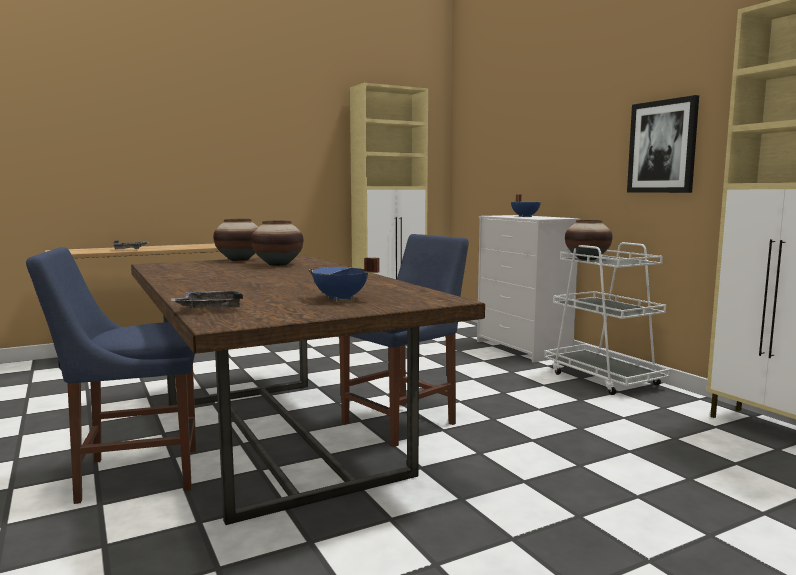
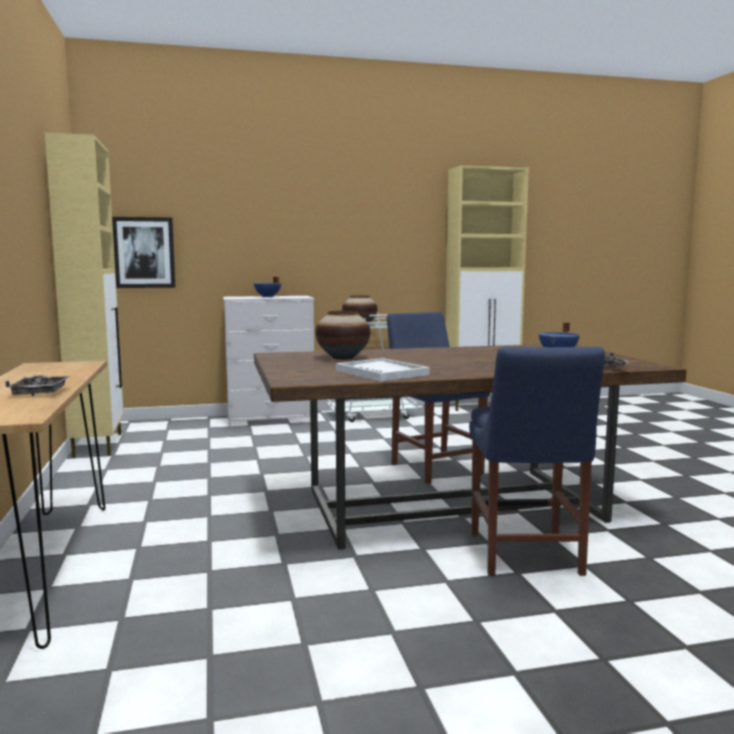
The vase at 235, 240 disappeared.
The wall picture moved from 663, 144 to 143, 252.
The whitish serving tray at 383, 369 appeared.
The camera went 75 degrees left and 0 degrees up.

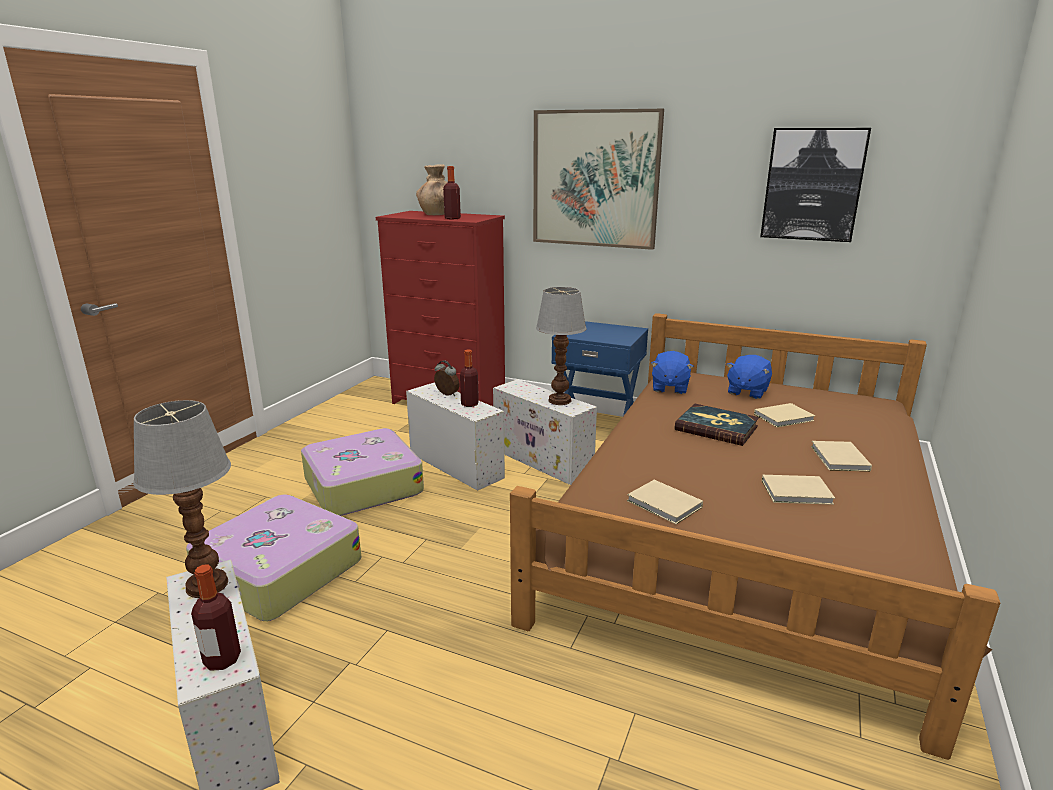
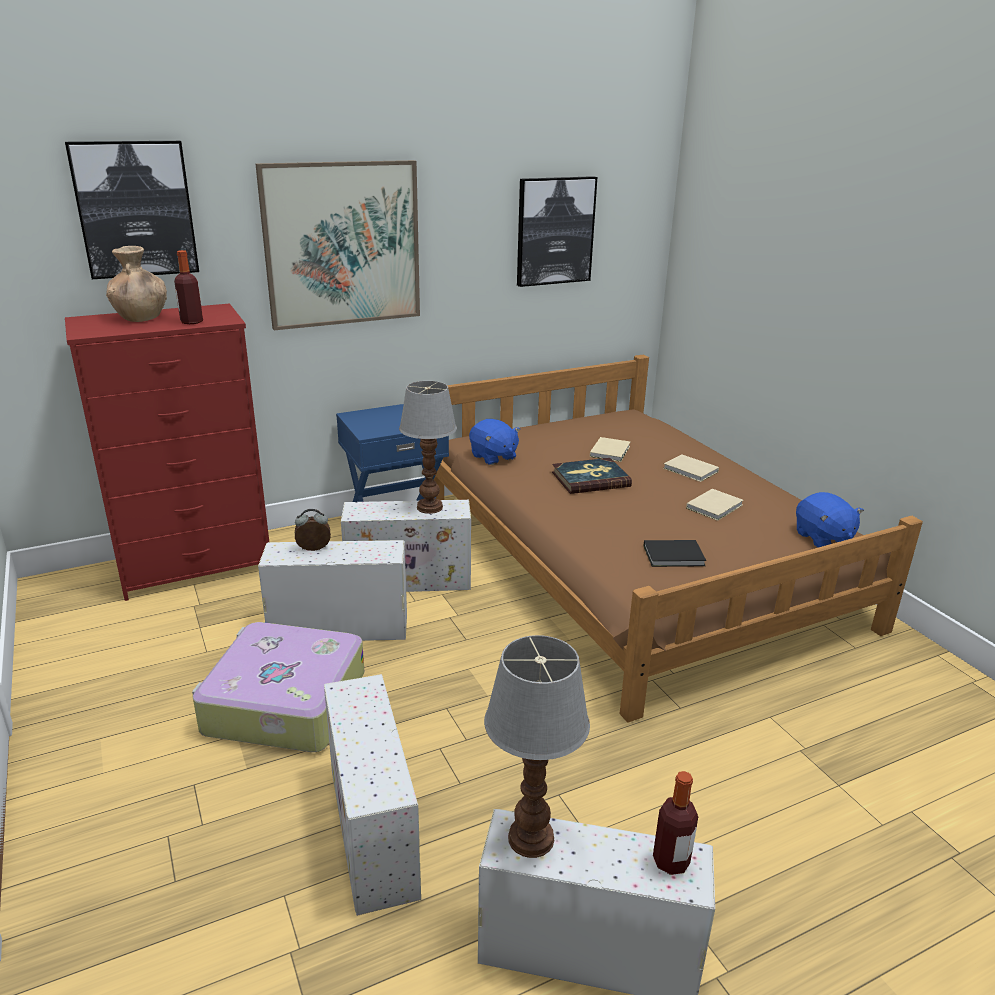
The piece of luggage at 273, 557 was replaced by the whitish storage box at 372, 795.
The beverage bottle at 469, 378 disappeared.
The beige bound book at 665, 502 became the black-coloured bound book at 675, 553.
The blue-coloured plush toy moved from 749, 377 to 830, 520.
The wall picture at 132, 210 appeared.
The camera went 50 degrees left and 5 degrees up.

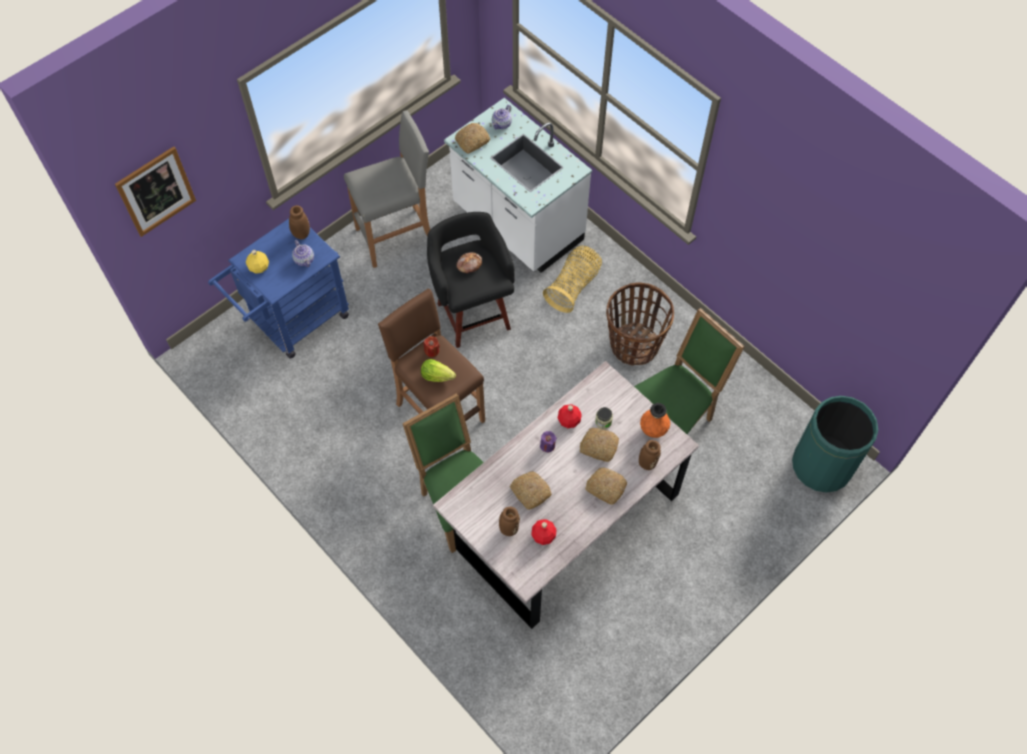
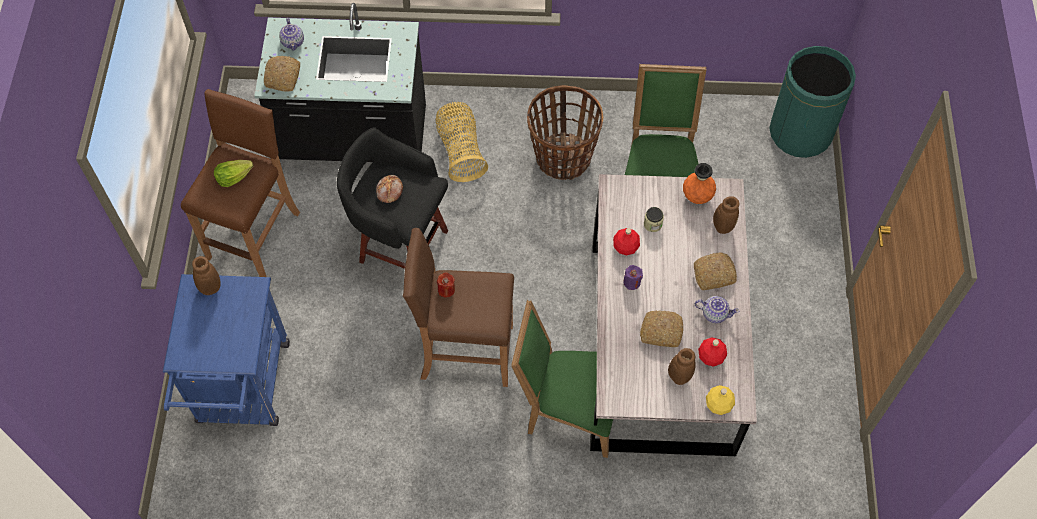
The wall picture at 155, 191 disappeared.
The yellow-coloured beverage bottle moved from 257, 262 to 720, 400.
The pot for tea moved from 303, 253 to 717, 309.
The greyish sitting stool at 387, 189 became the brown sitting stool at 240, 183.
The head of lettuce moved from 438, 370 to 233, 173.
The whitish kitchen base unit at 518, 185 became the black-coloured kitchen base unit at 340, 82.
The bread at 599, 445 disappeared.
The camera went 45 degrees left and 0 degrees up.

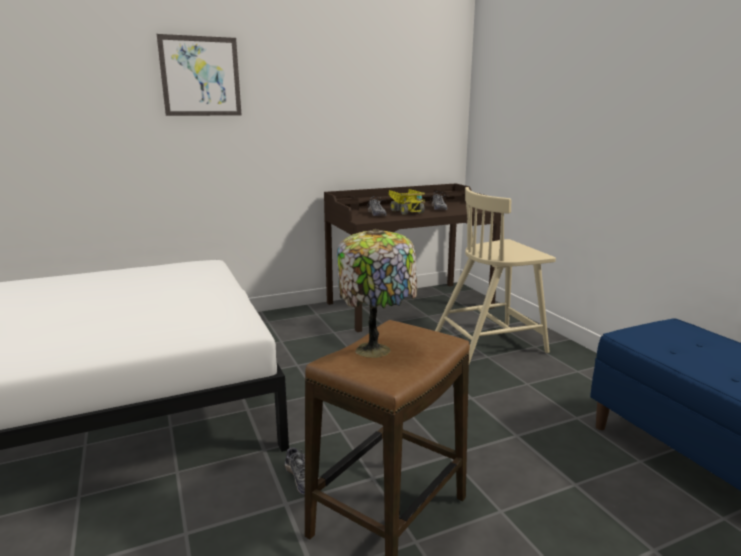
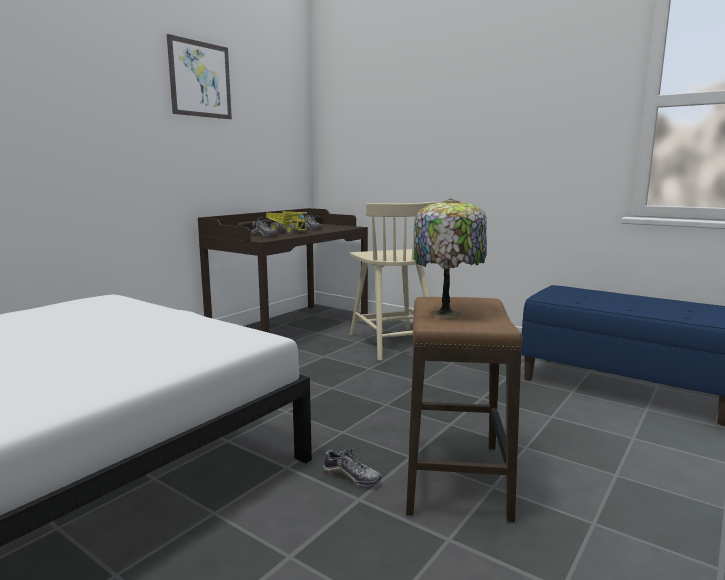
The wall picture moved from 199, 75 to 199, 76.
The beige upright chair at 495, 275 turned 60 degrees counterclockwise.
The camera went 30 degrees left and 5 degrees down.

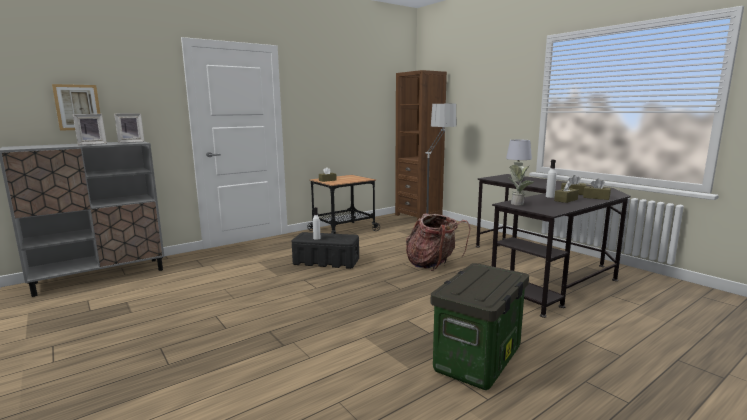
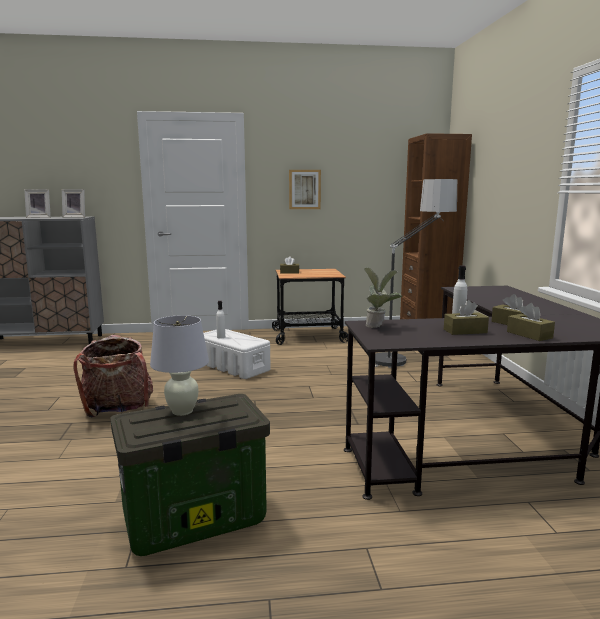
The wall picture moved from 76, 107 to 305, 189.
The black-coloured storage box at 325, 250 became the whitish storage box at 237, 354.
The knapsack moved from 438, 242 to 113, 376.
The whitish lamp for a table moved from 519, 161 to 179, 365.
The camera went 30 degrees right and 0 degrees up.

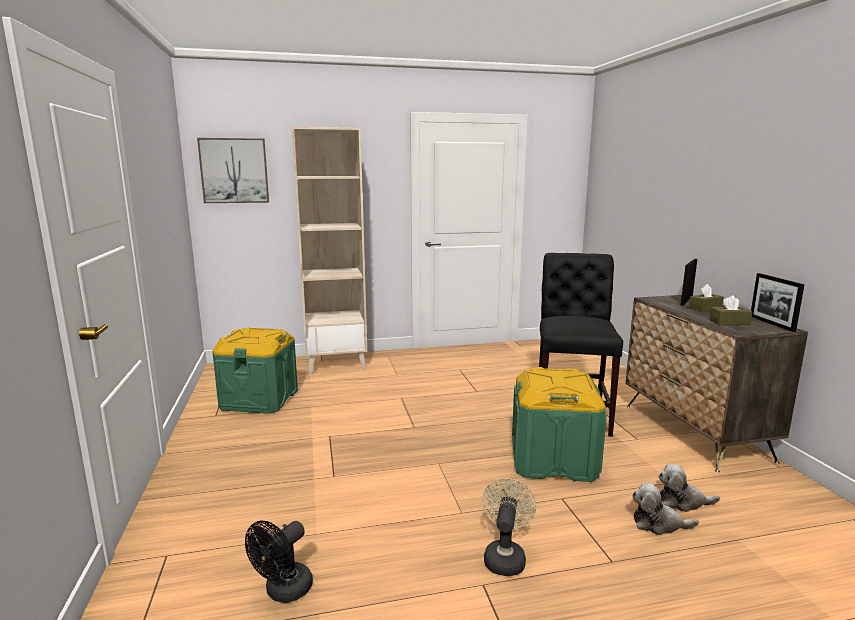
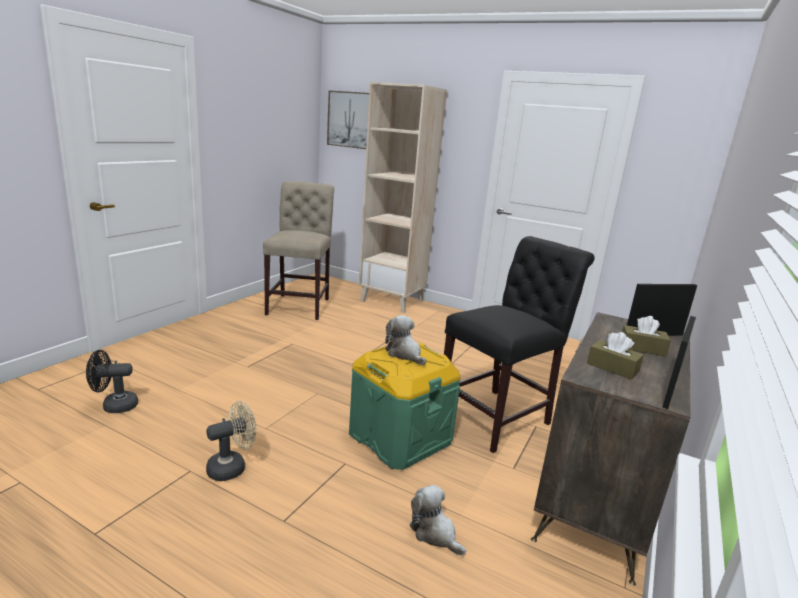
The greenish storage box at 255, 371 was replaced by the beige upright chair at 298, 250.
The plush toy moved from 665, 508 to 405, 340.
The camera went 40 degrees right and 5 degrees up.

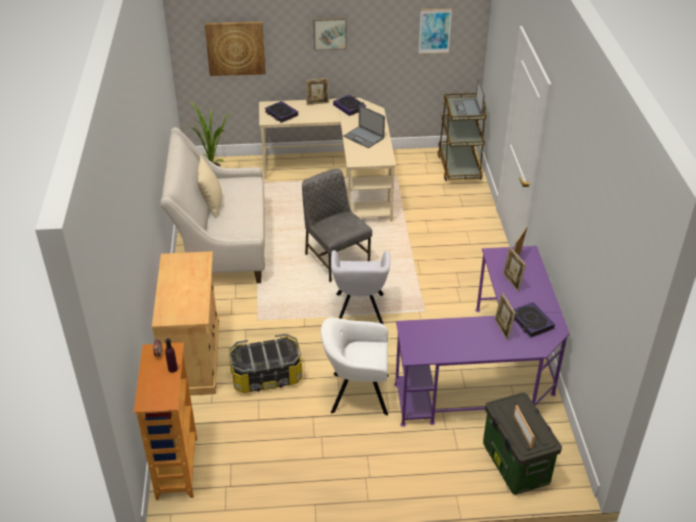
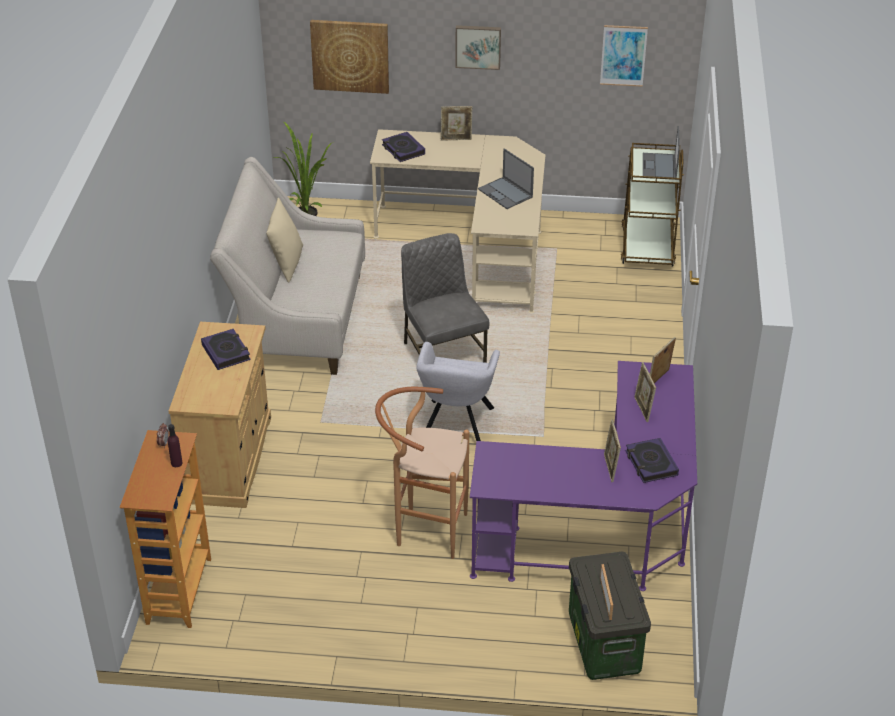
The storage box at 266, 363 disappeared.
The whitish easy chair at 355, 366 was replaced by the brown sitting stool at 422, 473.
The bound book moved from 349, 105 to 226, 349.
The camera went 10 degrees right and 0 degrees up.

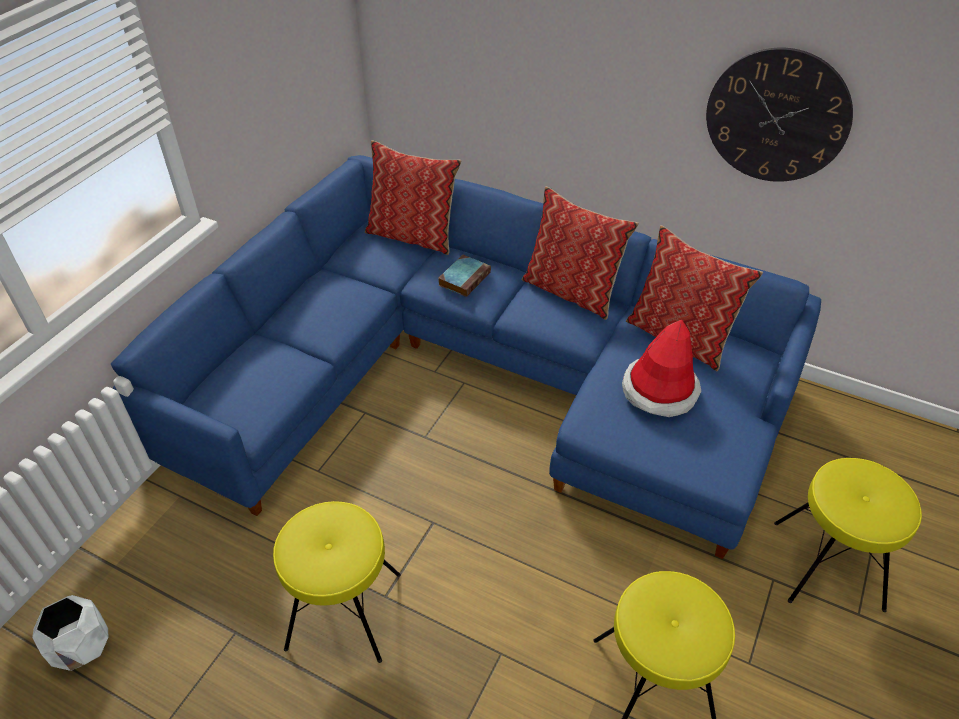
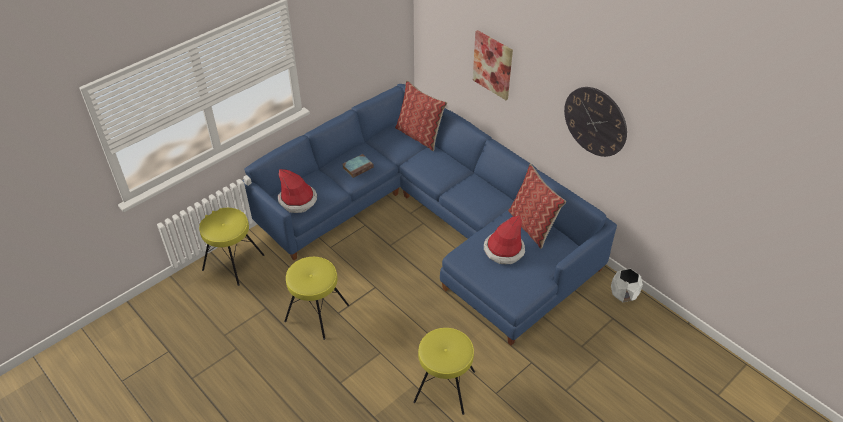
The whitish flower pot moved from 70, 633 to 627, 285.
The bound book moved from 464, 276 to 358, 166.
The cushion at 580, 253 disappeared.
The yellow-coloured sitting stool moved from 848, 535 to 232, 247.
The clothing hat at 297, 191 appeared.
The wall picture at 493, 65 appeared.
The camera went 20 degrees right and 0 degrees up.

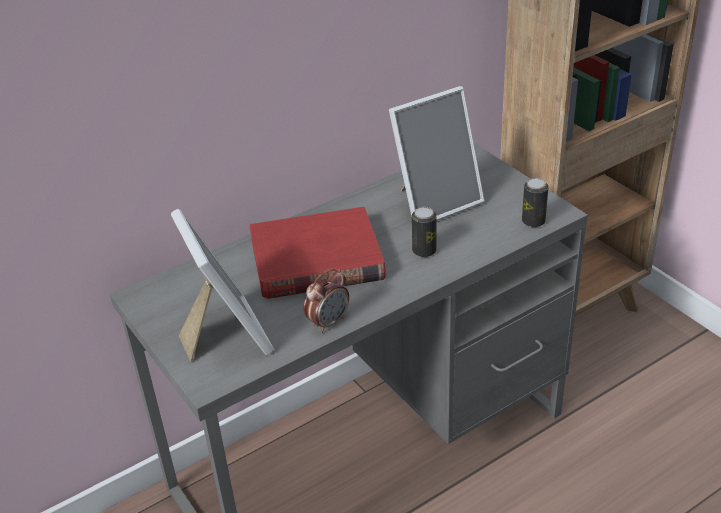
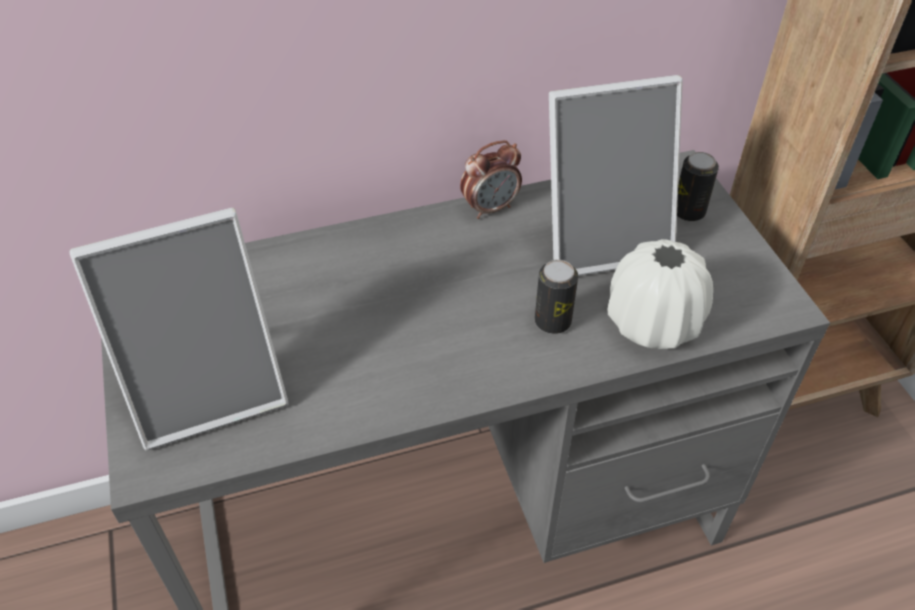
The photo frame at 222, 285 turned 75 degrees clockwise.
The red bound book at 317, 253 disappeared.
The alarm clock moved from 326, 300 to 491, 179.
The metal can moved from 535, 202 to 698, 186.
The whitish vase at 660, 294 appeared.
The camera went 15 degrees right and 10 degrees up.

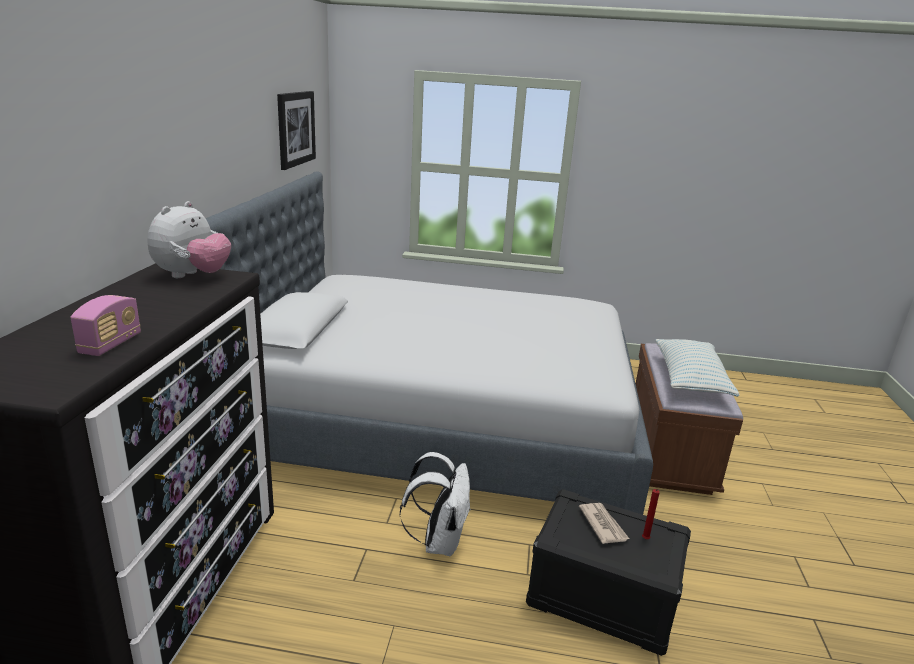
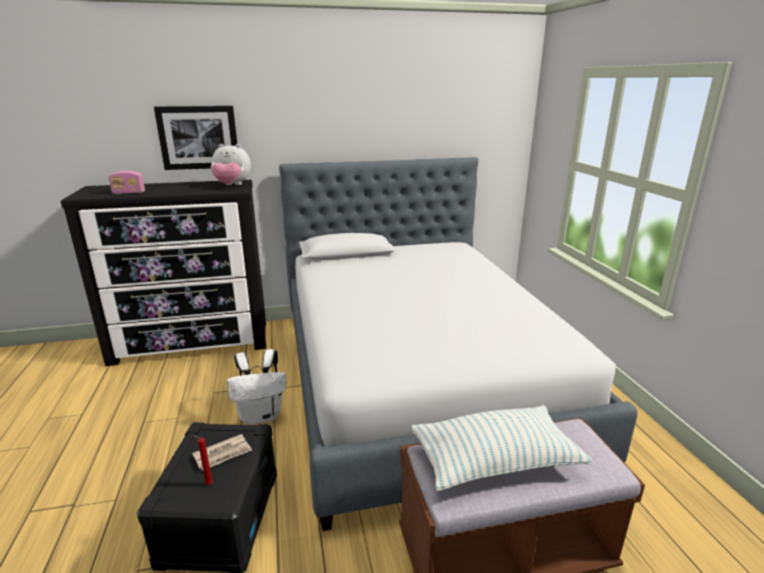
The wall picture moved from 296, 130 to 195, 138.
The camera went 70 degrees right and 0 degrees up.

